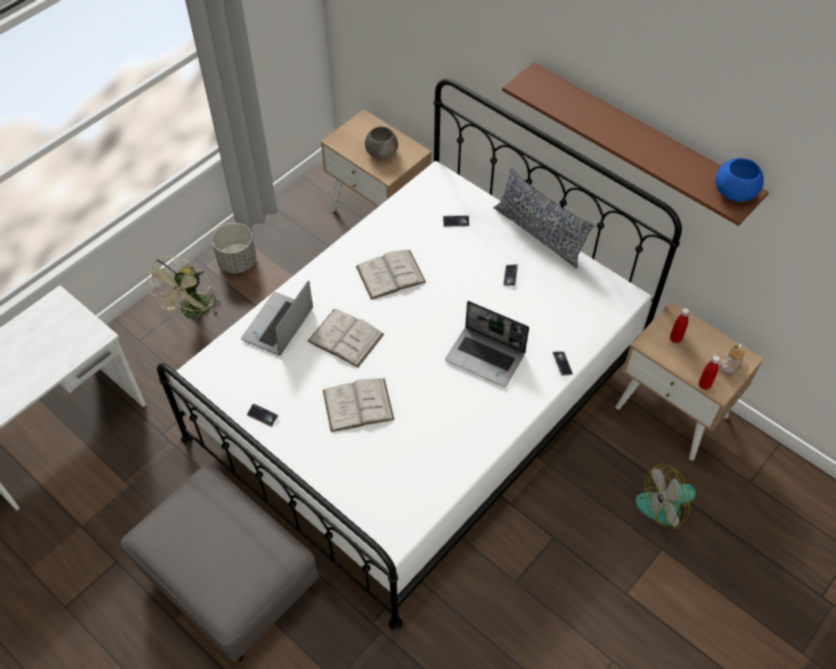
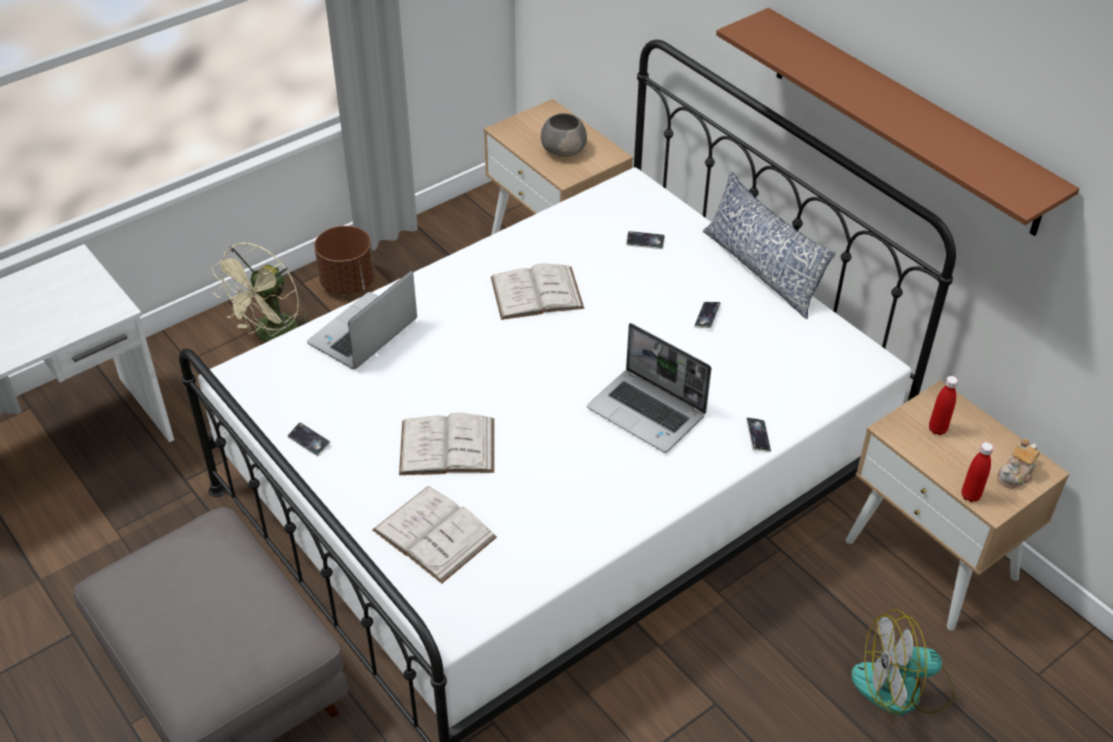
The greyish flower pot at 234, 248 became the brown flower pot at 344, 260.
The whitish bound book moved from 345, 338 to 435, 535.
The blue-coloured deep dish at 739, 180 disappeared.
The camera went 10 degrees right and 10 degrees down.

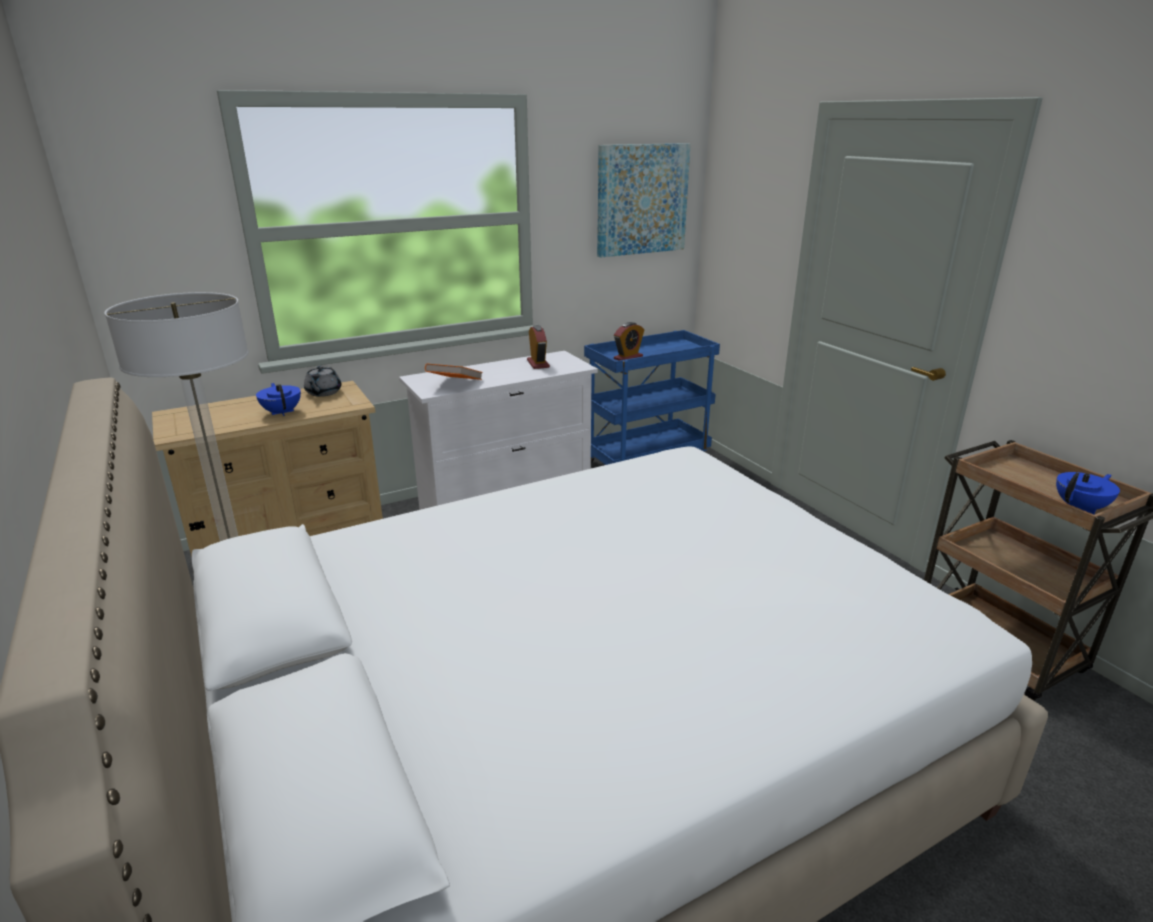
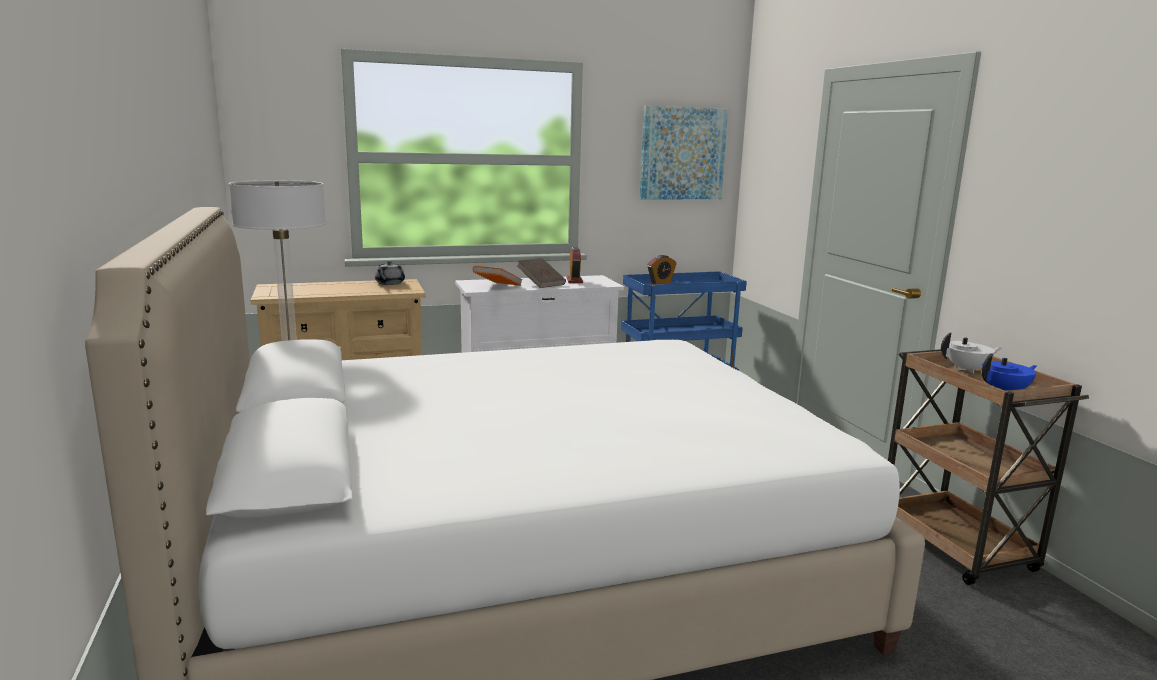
The blue-coloured pot for tea at 278, 399 disappeared.
The brown bound book at 541, 273 appeared.
The whitish pot for tea at 971, 352 appeared.
The camera went 10 degrees right and 10 degrees down.

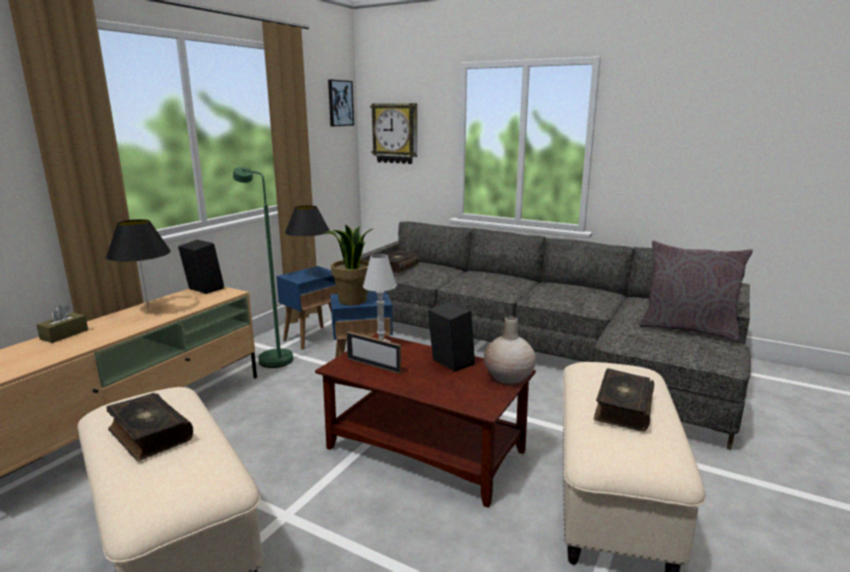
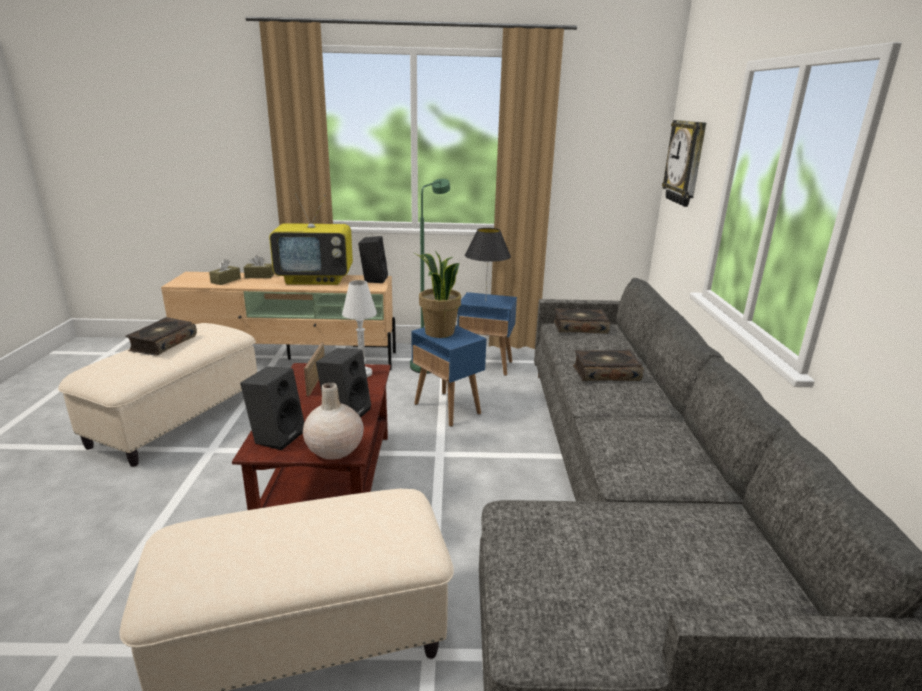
The black-coloured lamp for a table at 138, 265 was replaced by the TV at 311, 239.
The wall picture at 341, 103 disappeared.
The bound book moved from 624, 400 to 608, 365.
The greyish cushion at 696, 291 disappeared.
The brown tissue box at 225, 272 appeared.
The black-coloured speaker at 272, 408 appeared.
The camera went 60 degrees right and 5 degrees up.

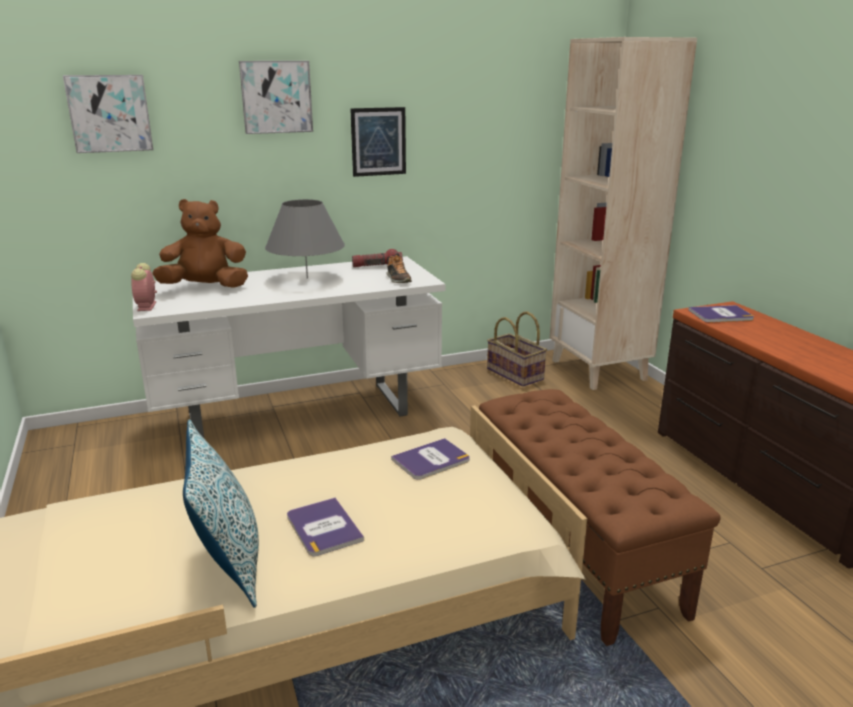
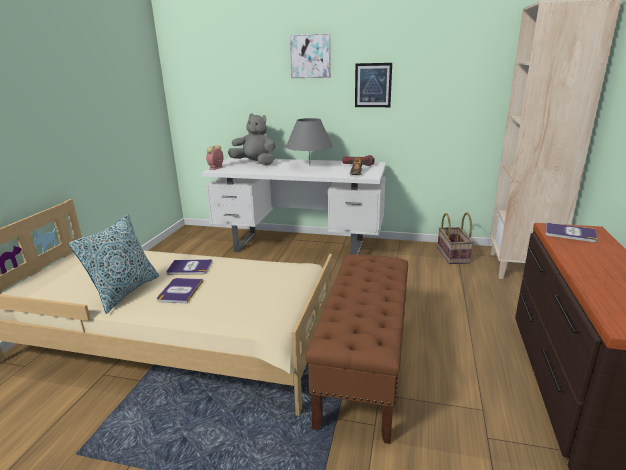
The wall picture at 108, 114 disappeared.
The brown plush toy at 200, 243 became the greyish plush toy at 252, 139.
The bound book moved from 430, 459 to 189, 267.
The camera went 35 degrees right and 0 degrees up.

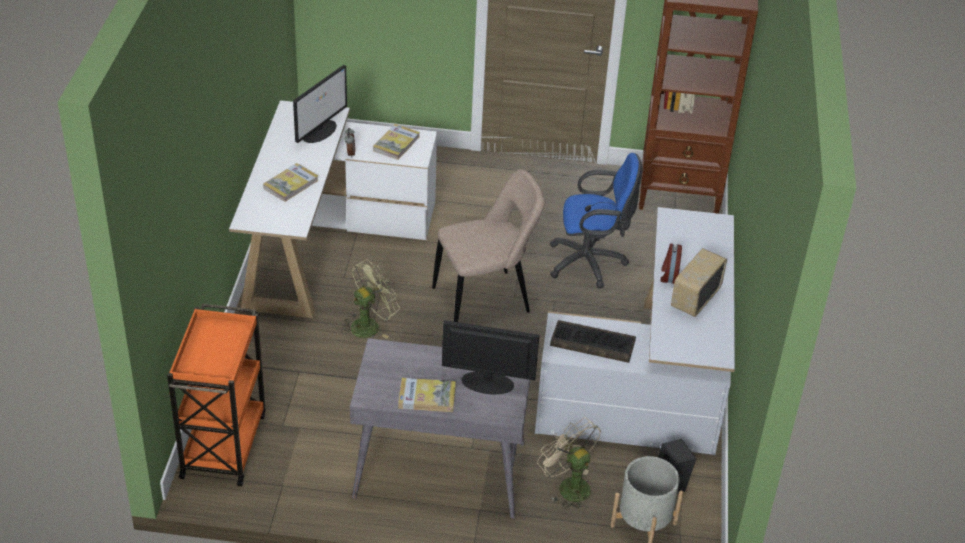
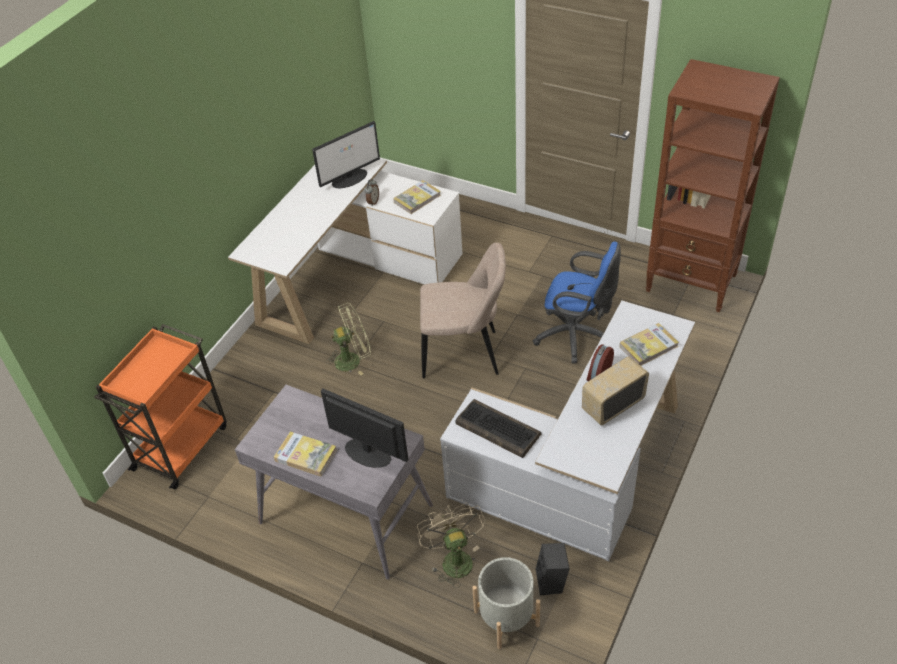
The bound book moved from 291, 182 to 649, 344.
The camera went 25 degrees right and 5 degrees up.

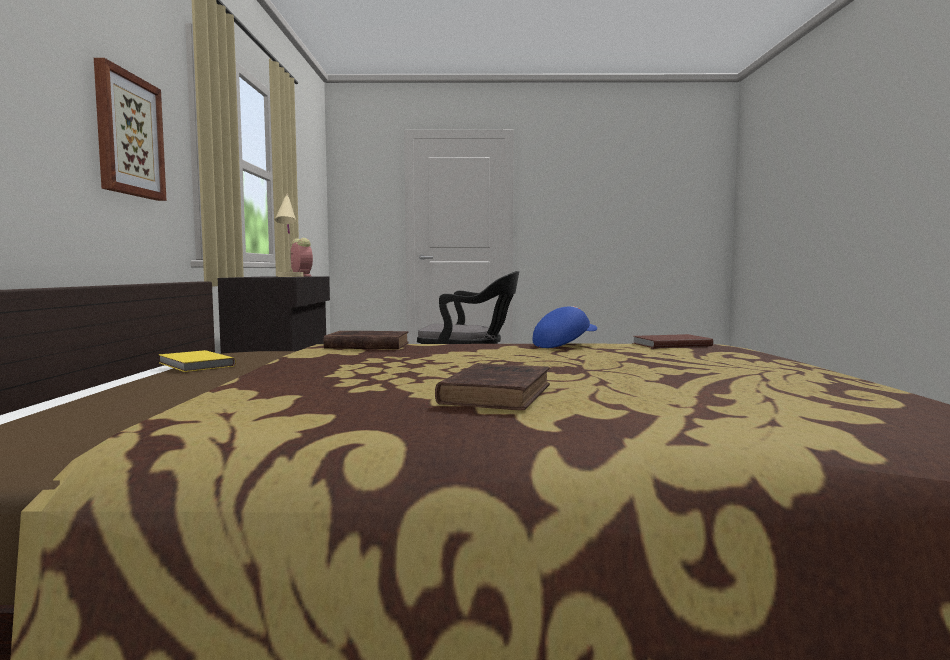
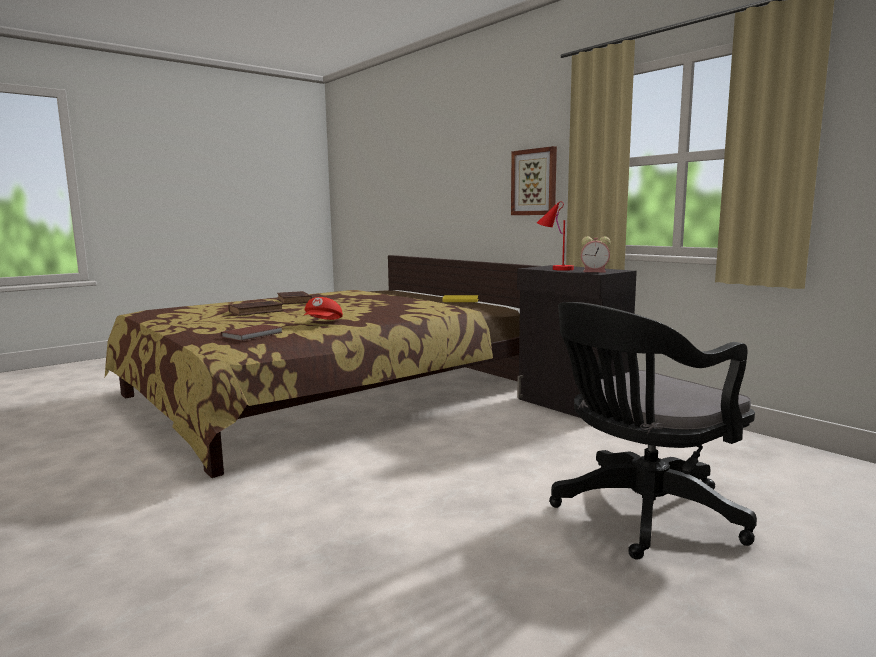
The beige lamp for a table at 289, 235 became the red lamp for a table at 555, 236.
The brown bound book moved from 366, 340 to 255, 308.
The blue-coloured baseball cap at 565, 327 became the red baseball cap at 323, 308.
The camera went 140 degrees right and 5 degrees up.

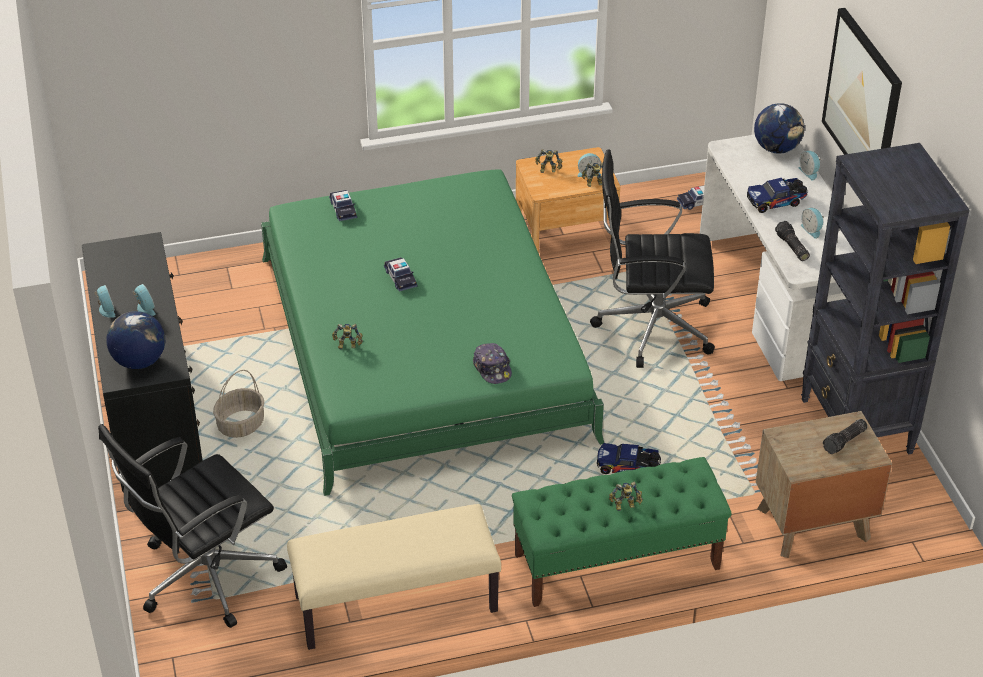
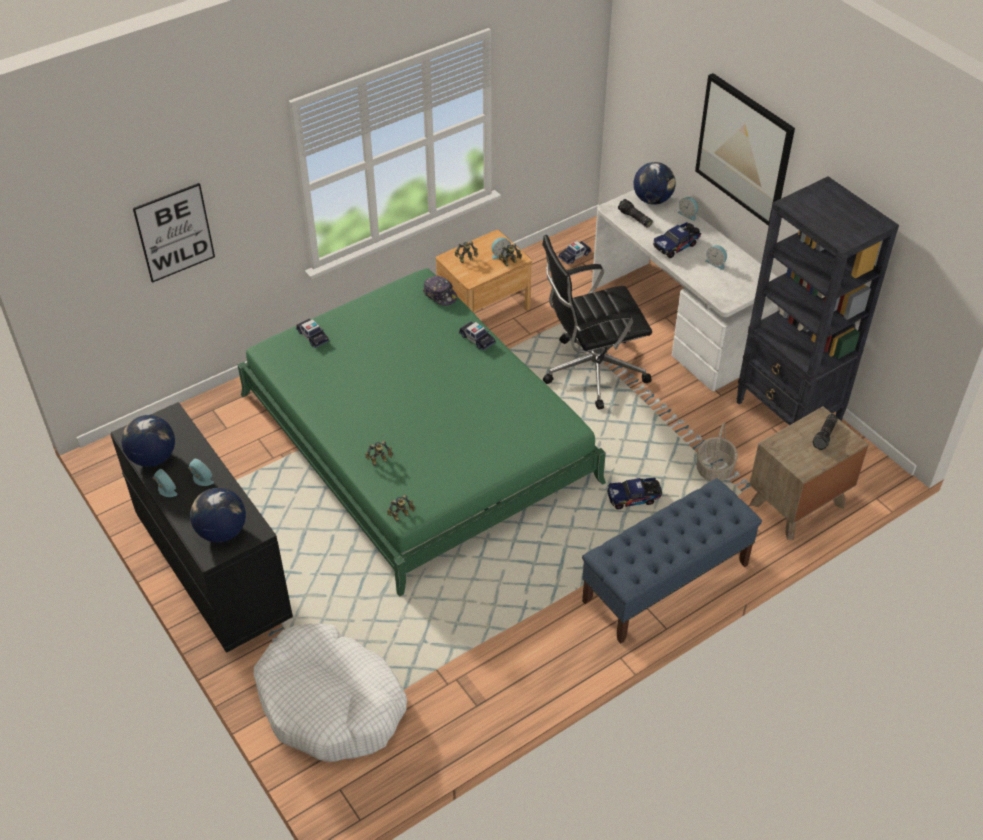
The black-coloured desk chair at 192, 526 was replaced by the whitish pet bed at 330, 692.
The storage basket moved from 238, 404 to 717, 452.
The beige bench at 394, 577 disappeared.
The model car moved from 400, 274 to 477, 336.
The baseball cap moved from 492, 363 to 440, 291.
The greenish bench at 621, 532 became the blue-coloured bench at 672, 561.
The toy robot moved from 626, 496 to 401, 508.
The hand torch moved from 792, 241 to 635, 213.
The desk globe at 148, 441 appeared.
The wall picture at 174, 233 appeared.
The camera went 20 degrees left and 5 degrees up.

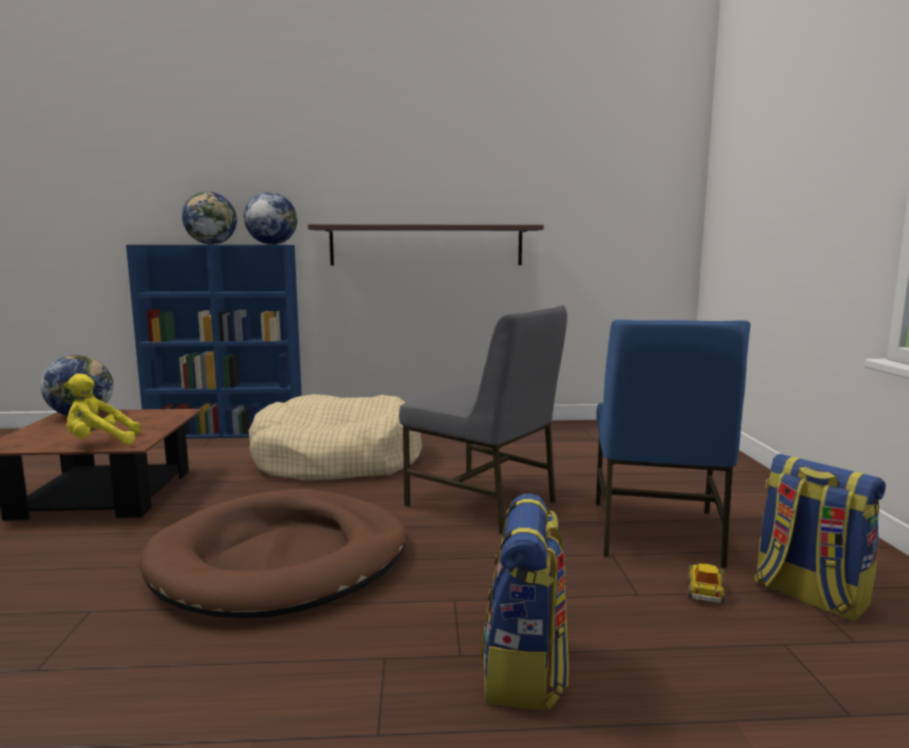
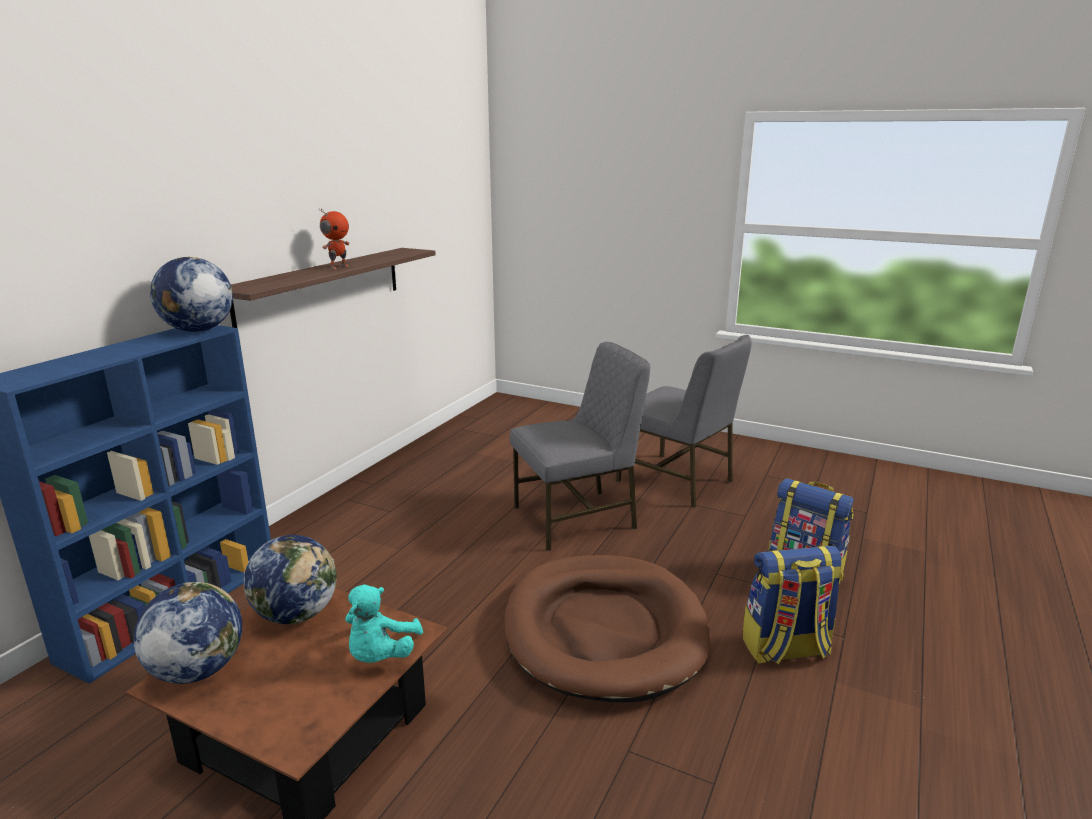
The yellow-coloured plush toy at 102, 409 became the blue-green plush toy at 384, 623.
The desk globe moved from 209, 218 to 290, 579.
The beige pet bed at 335, 437 disappeared.
The blue-coloured upright chair at 673, 444 became the greyish upright chair at 684, 421.
The model car at 706, 583 disappeared.
The knapsack moved from 820, 538 to 792, 604.
The toy robot at 334, 239 appeared.
The camera went 60 degrees left and 10 degrees up.

